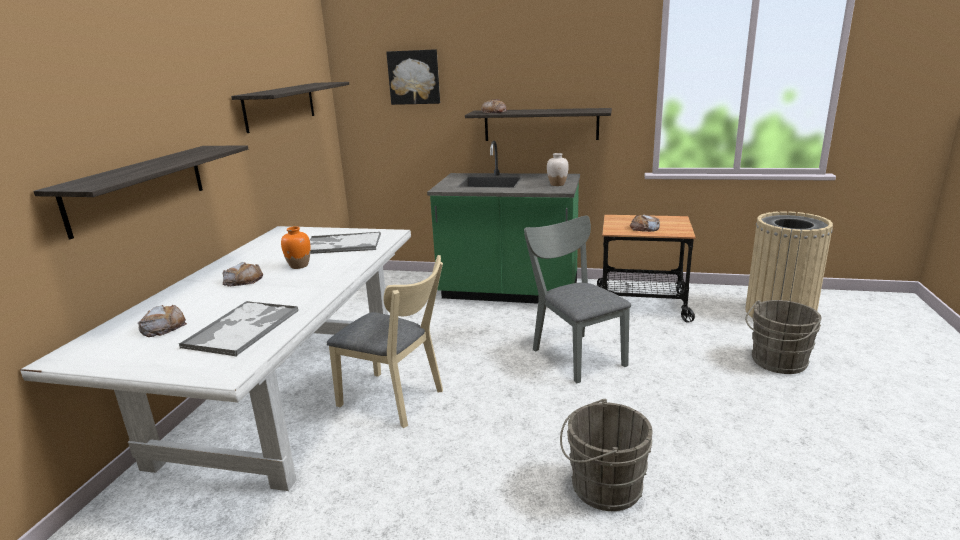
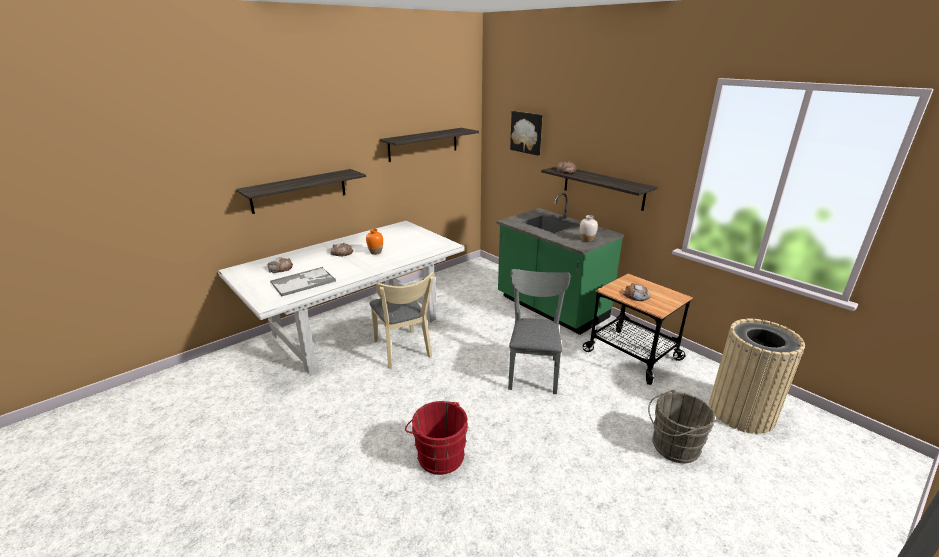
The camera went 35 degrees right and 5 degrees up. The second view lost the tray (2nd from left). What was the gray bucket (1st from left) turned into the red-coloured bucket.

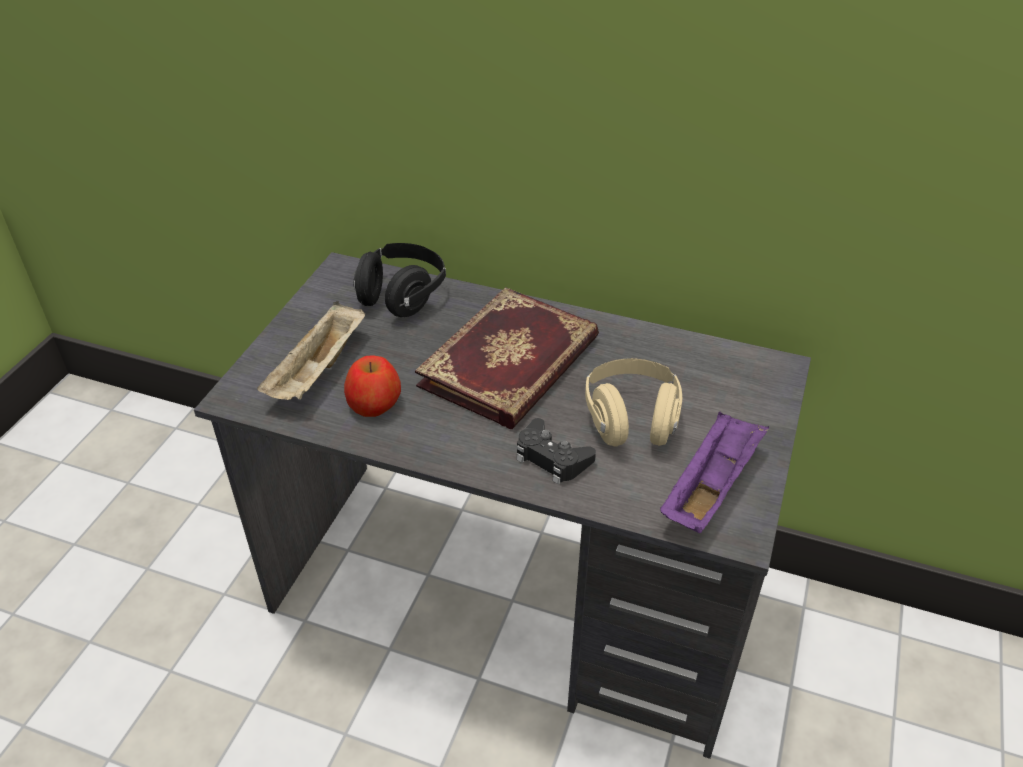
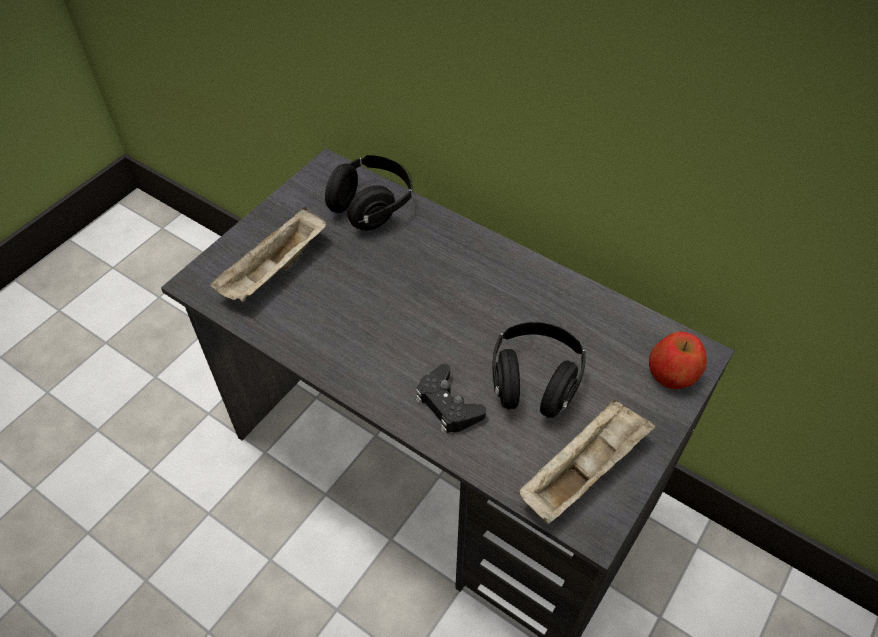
The camera went 15 degrees right and 10 degrees up. The apple ended up elsewhere. The second view lost the book. What was the beige headphones turned into the black headphones (2nd from left). What was the purple-coloured tray turned into the beige tray (2nd from left).

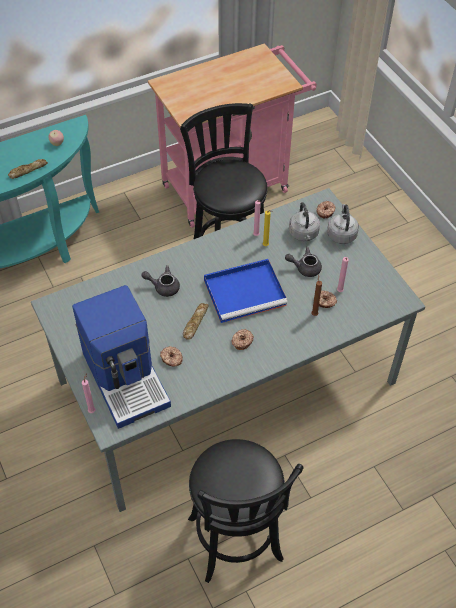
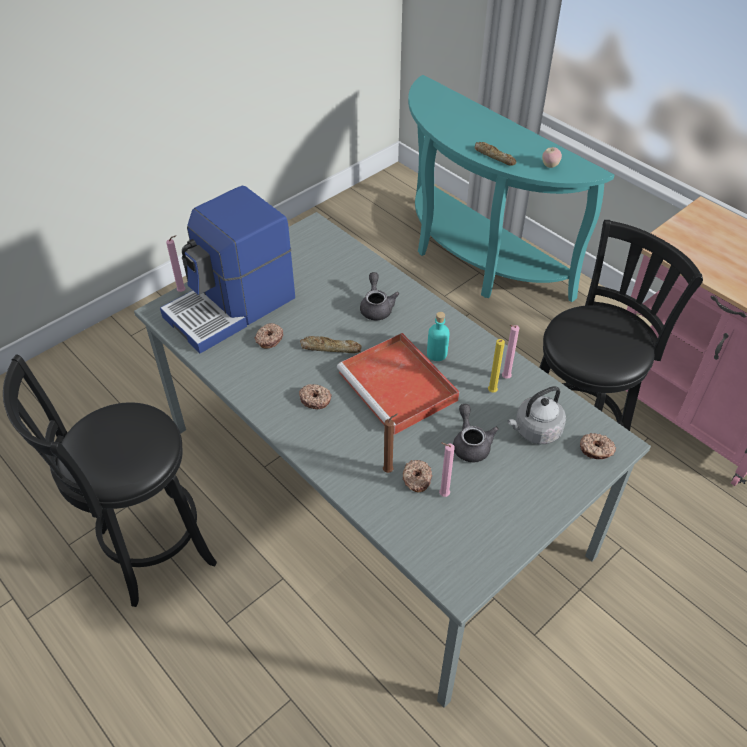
The camera went 75 degrees right and 5 degrees down. What was the blue-coloured tray turned into the red-coloured tray. The second view lost the gray water kettle (2nd from left). The second view gained the blue-green bottle.

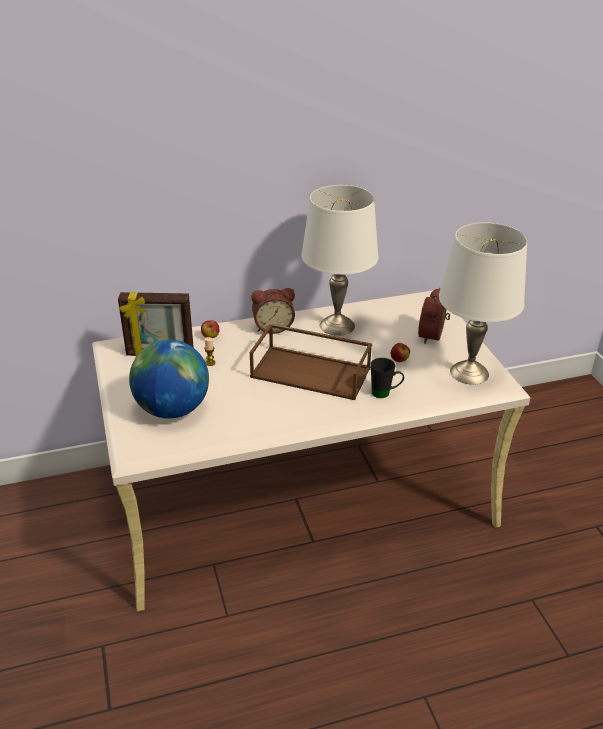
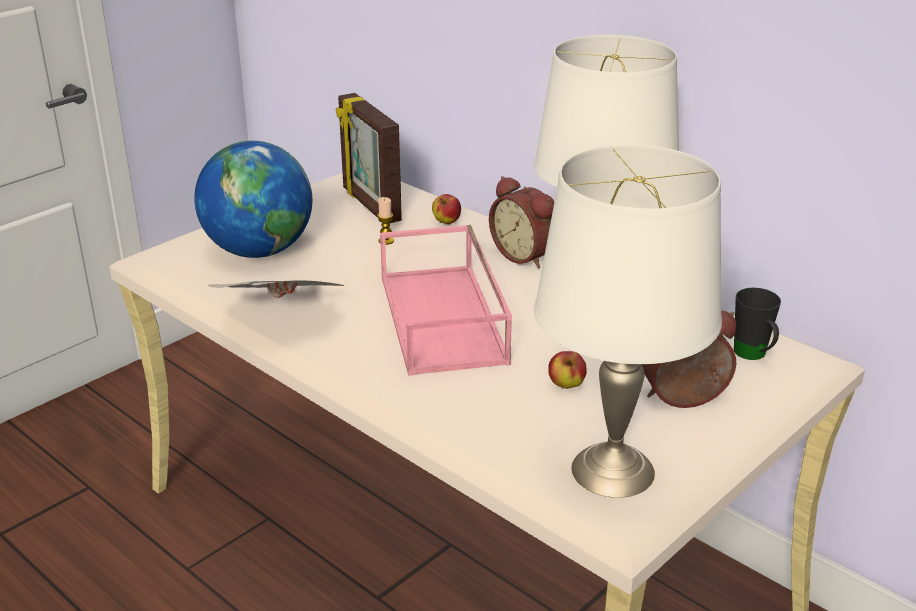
The camera went 60 degrees right and 5 degrees down. What was the brownish tray turned into the pink-coloured tray. The black tea mug ended up elsewhere. The second view gained the daily paper.

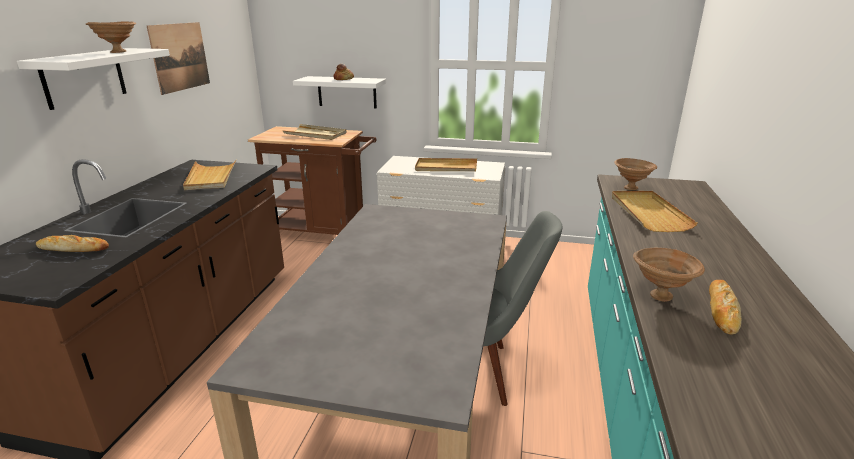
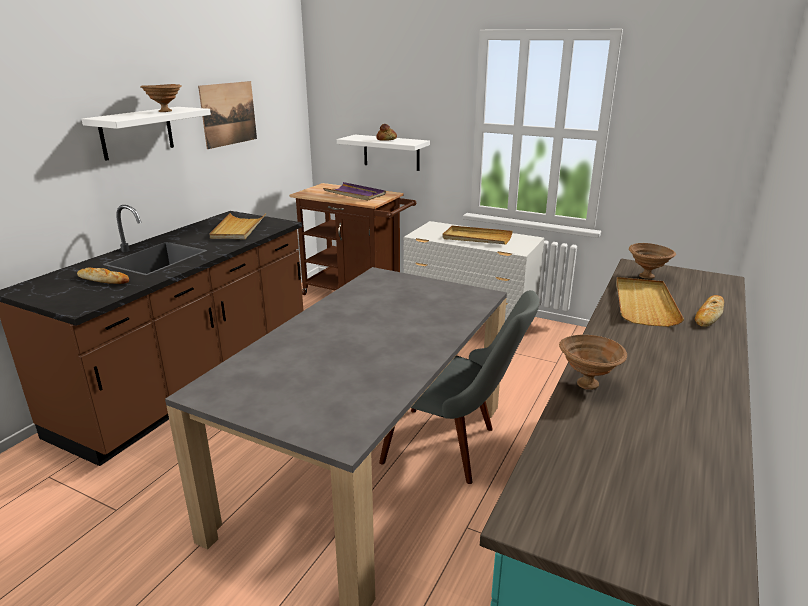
The camera went 15 degrees right and 0 degrees up. What was the beige tray (2nd from left) turned into the purple-coloured tray. The bakery bread (3rd from left) ended up elsewhere.

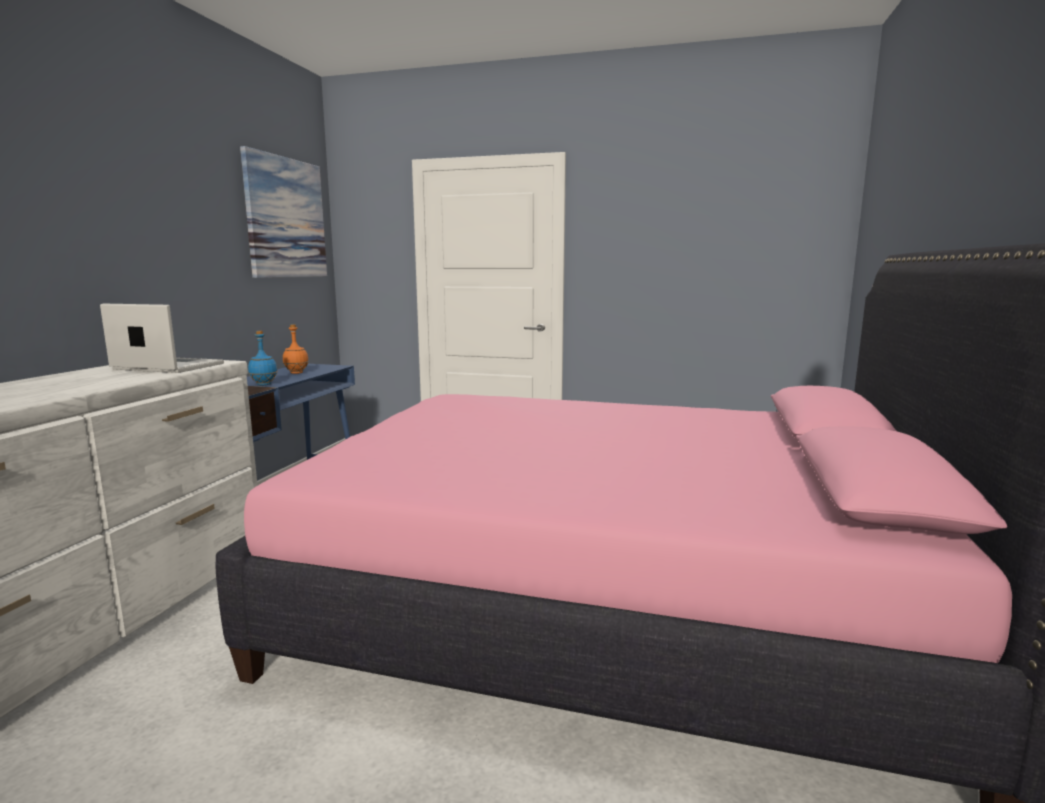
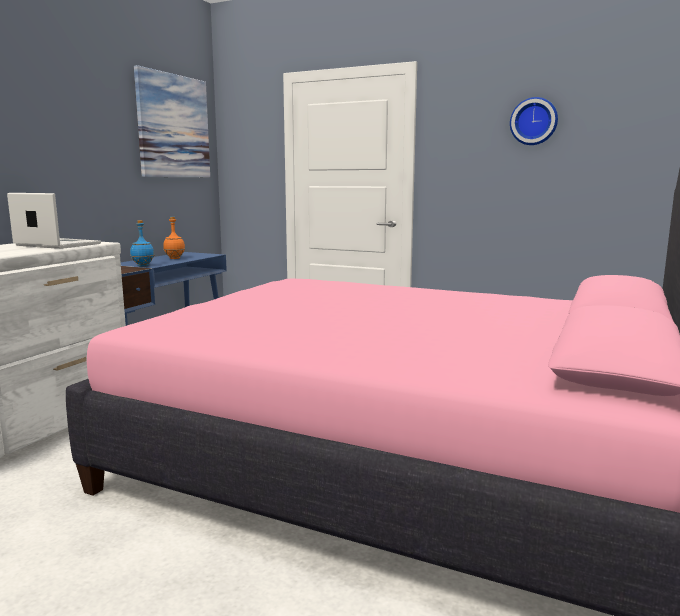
The camera went 10 degrees right and 0 degrees up. The second view gained the clock on the wall.

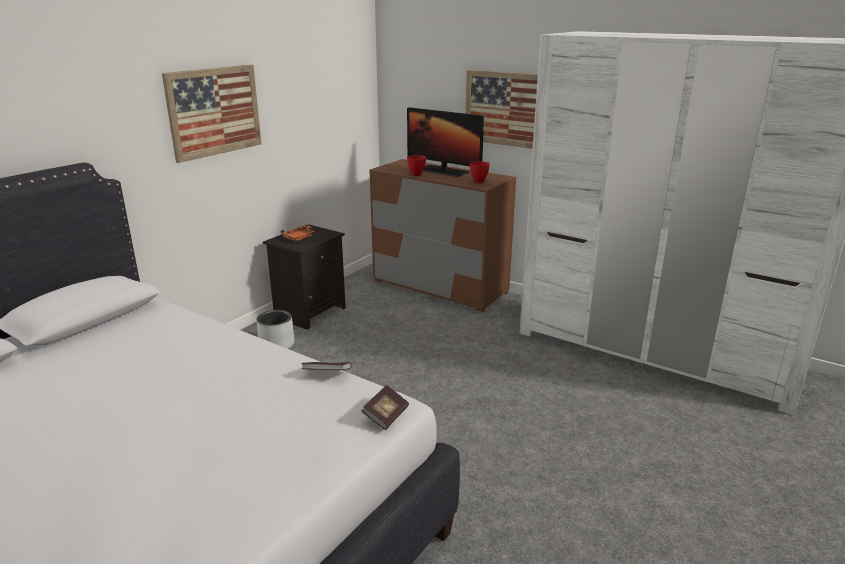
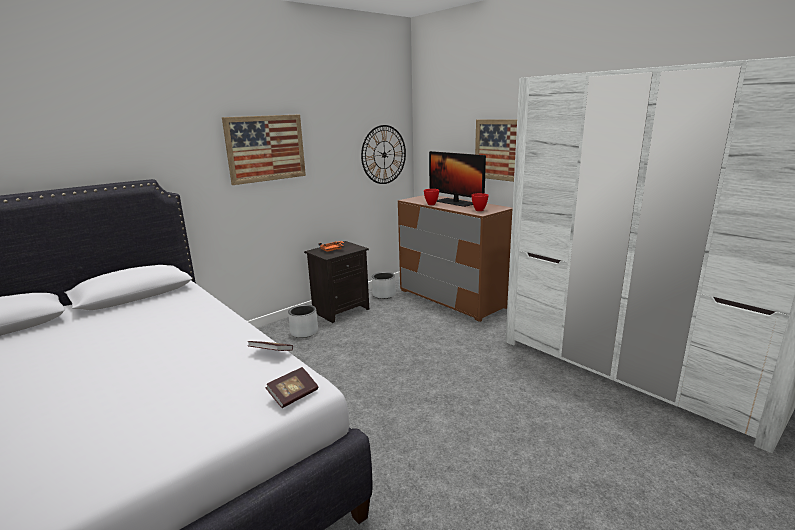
The camera went 15 degrees right and 5 degrees down. The second view gained the clock on the wall. The second view gained the gray flower pot (2nd from left).

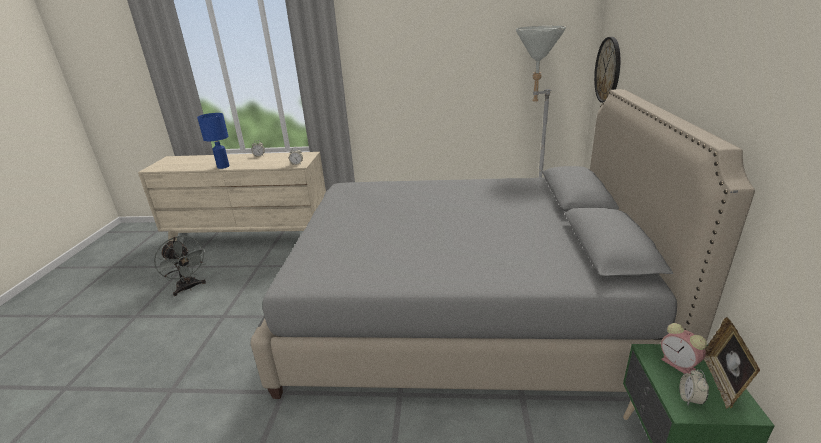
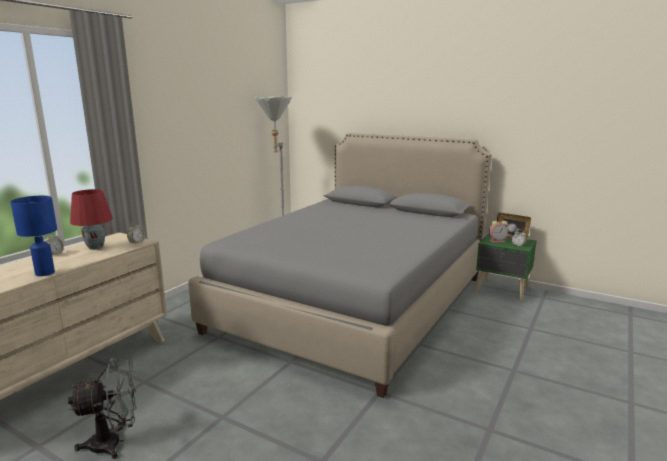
The camera went 65 degrees left and 10 degrees down. The second view lost the clock on the wall. The second view gained the red-coloured tabletop lamp.

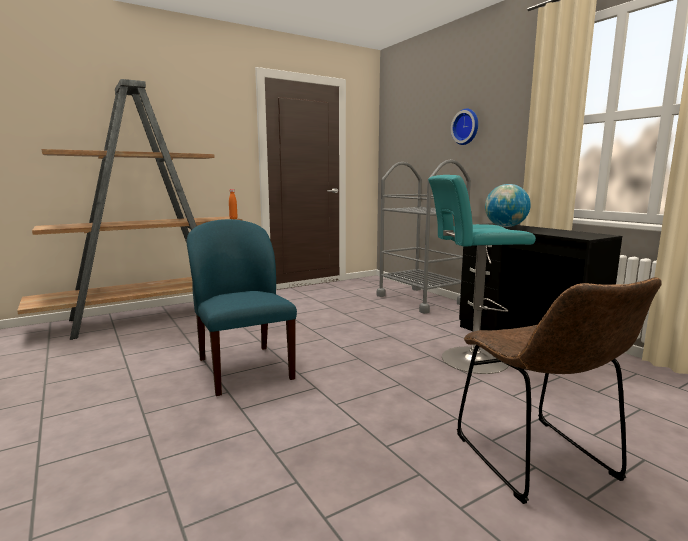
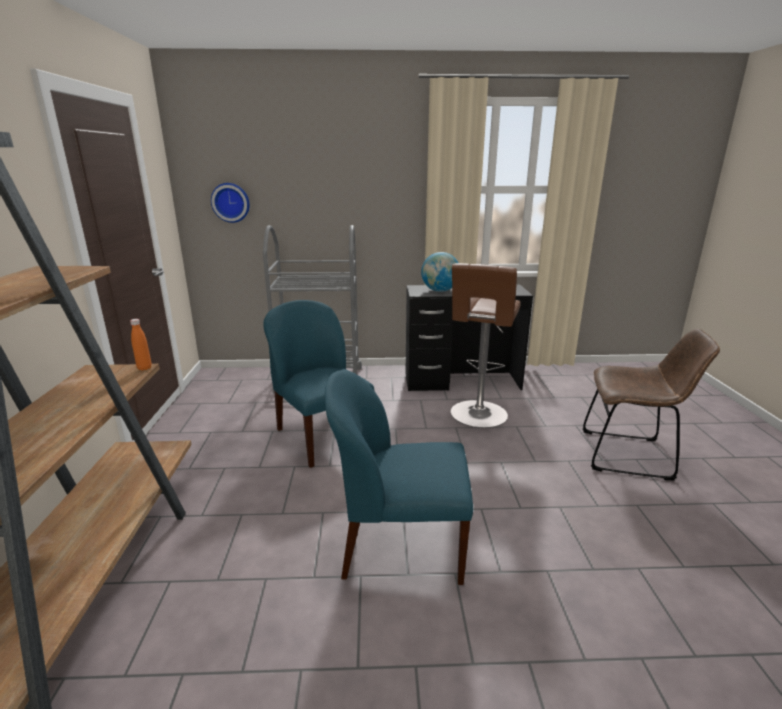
The camera went 60 degrees left and 10 degrees up. What was the blue-green sitting stool turned into the brownish sitting stool. The clock on the wall ended up elsewhere. The second view gained the blue-coloured upright chair (1st from left).

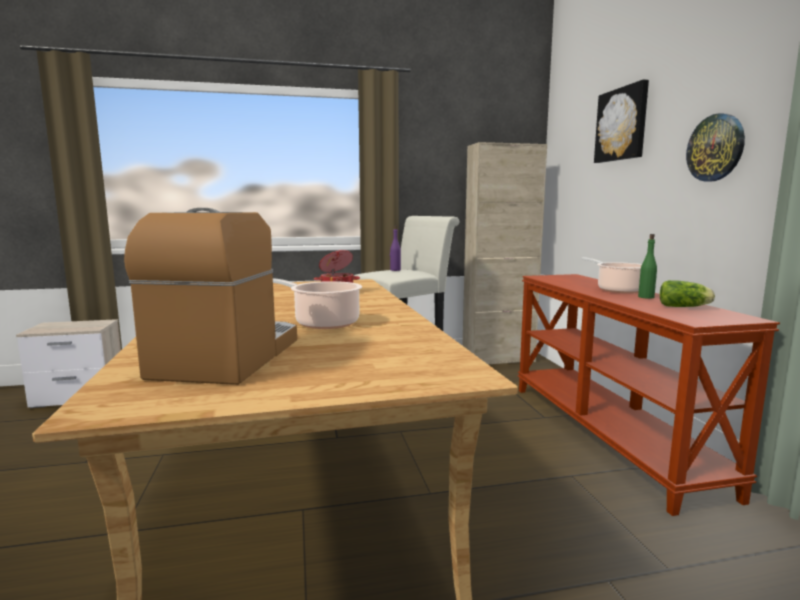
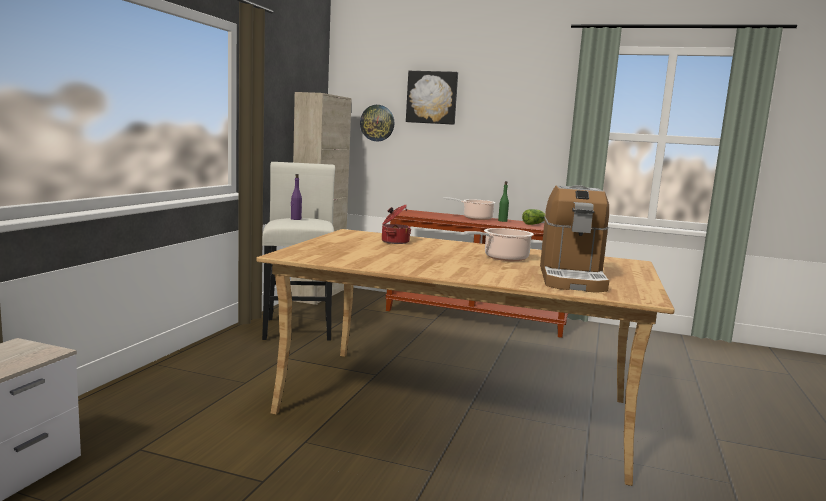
The camera went 60 degrees left and 0 degrees up. The coffee brewer ended up facing another way, 120 degrees counterclockwise from before. The clock on the wall ended up elsewhere.

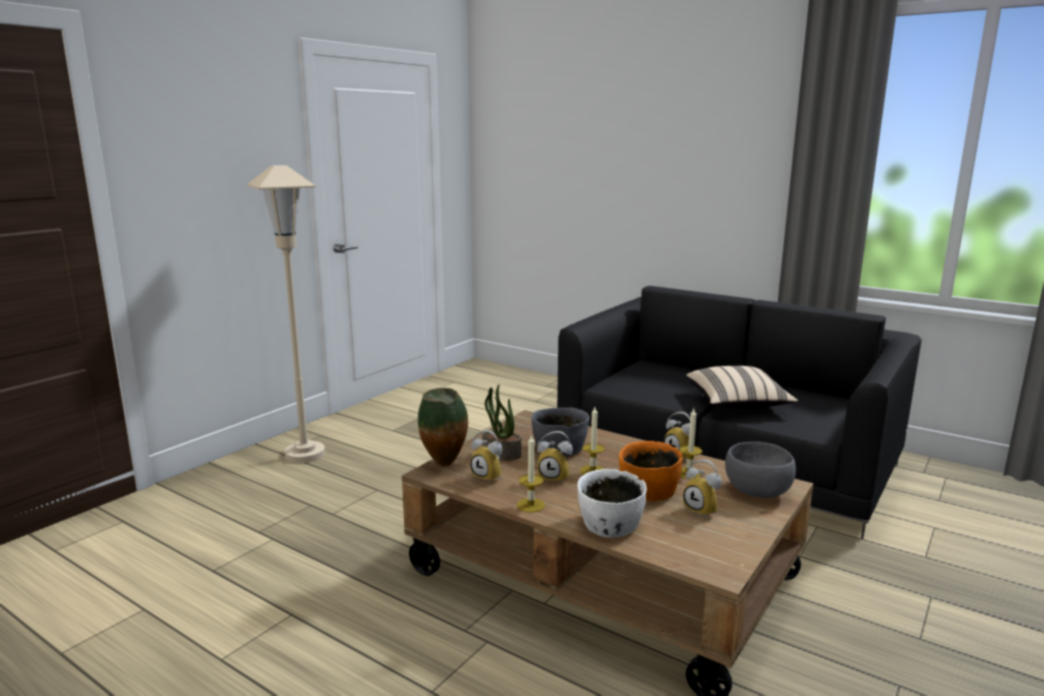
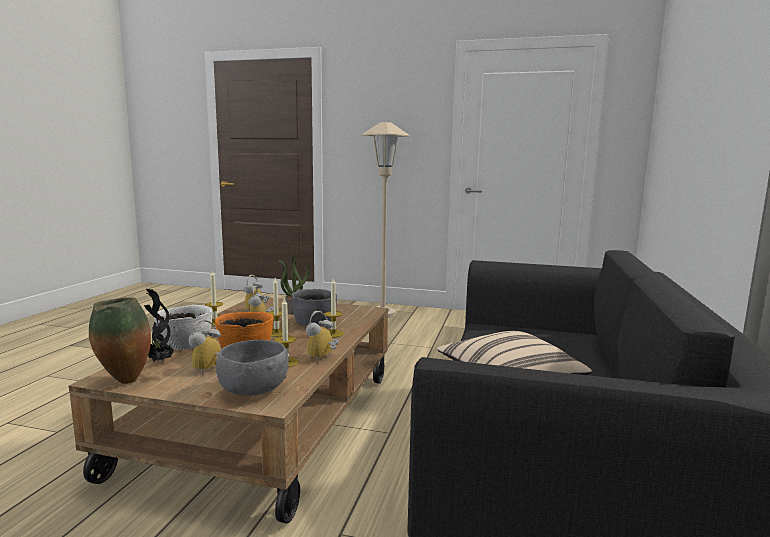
The camera went 70 degrees right and 5 degrees down. The vase ended up elsewhere. The second view gained the potted plant (1st from left). The second view gained the wax candle (4th from left).

